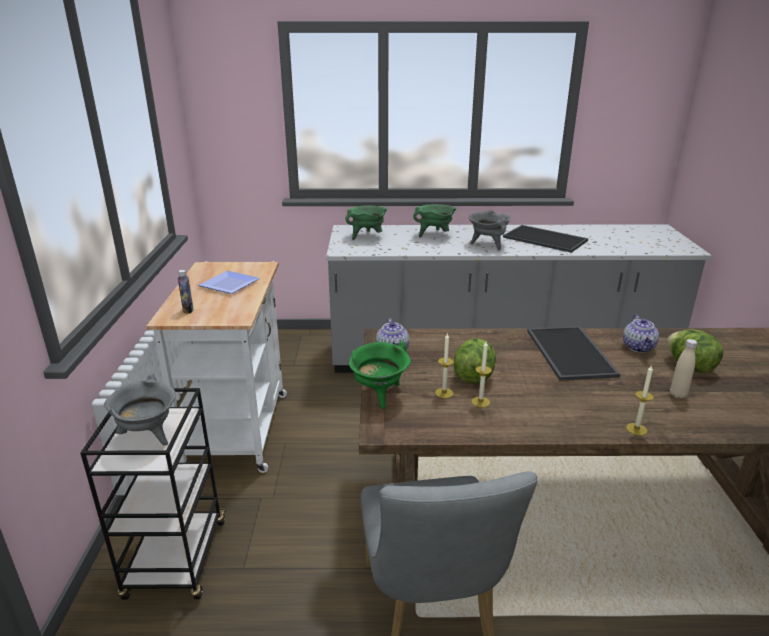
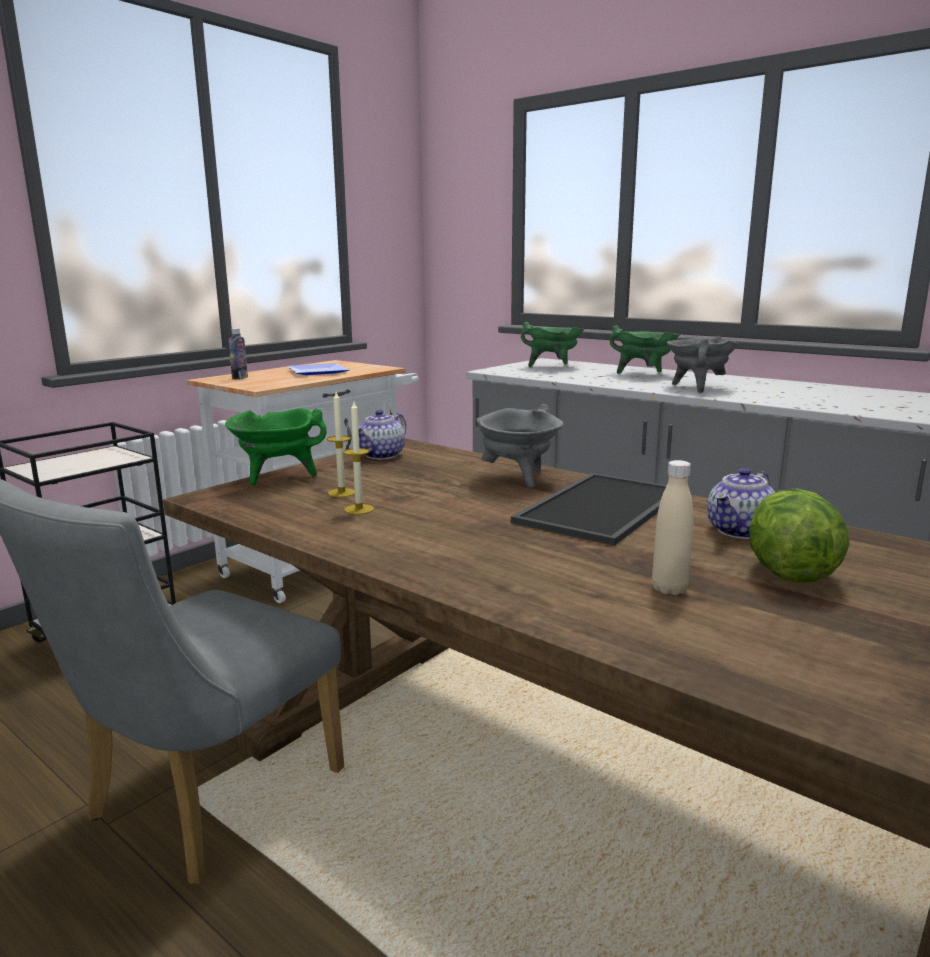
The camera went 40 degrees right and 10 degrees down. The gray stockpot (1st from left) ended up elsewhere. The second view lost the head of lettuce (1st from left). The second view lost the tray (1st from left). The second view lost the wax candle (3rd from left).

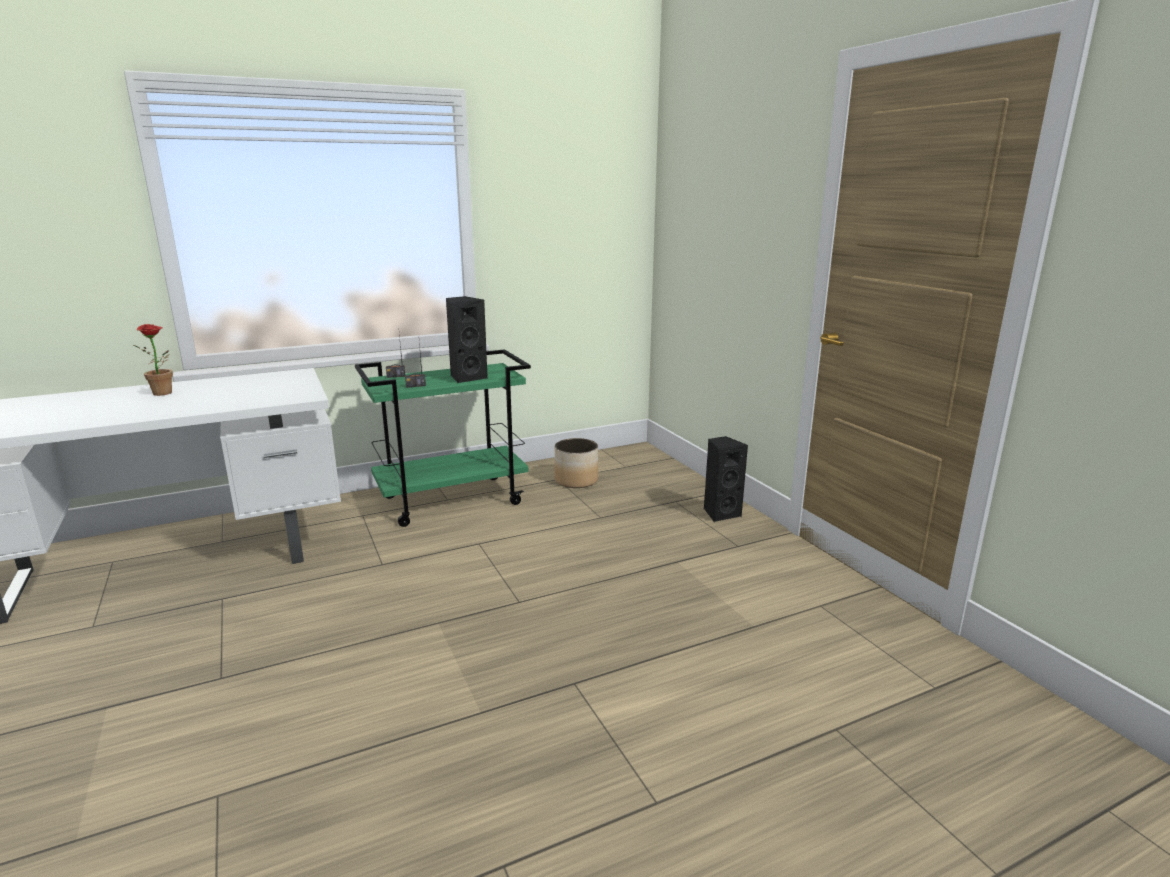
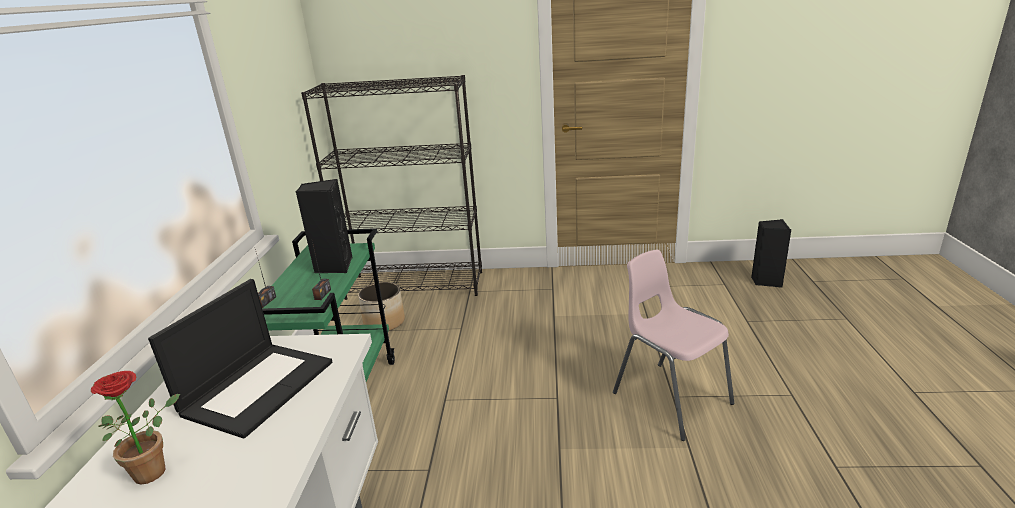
The camera went 60 degrees left and 5 degrees up. The black speaker (2nd from left) ended up elsewhere. The second view gained the laptop. The second view gained the black bookshelf. The second view gained the pink-coloured upright chair.

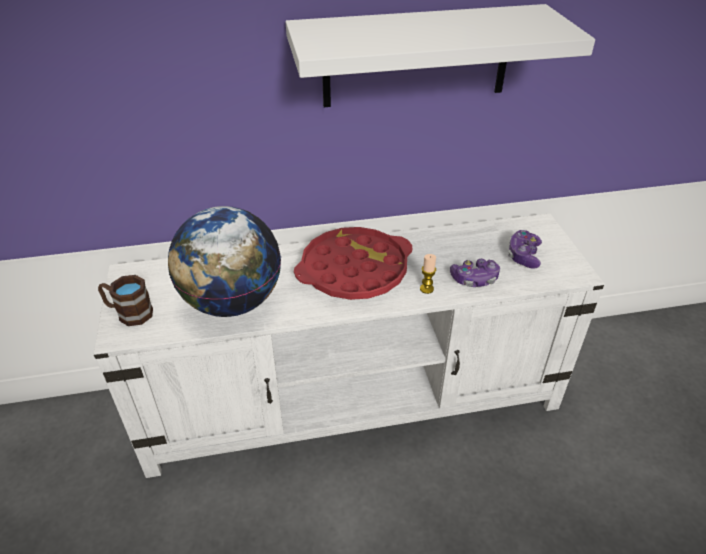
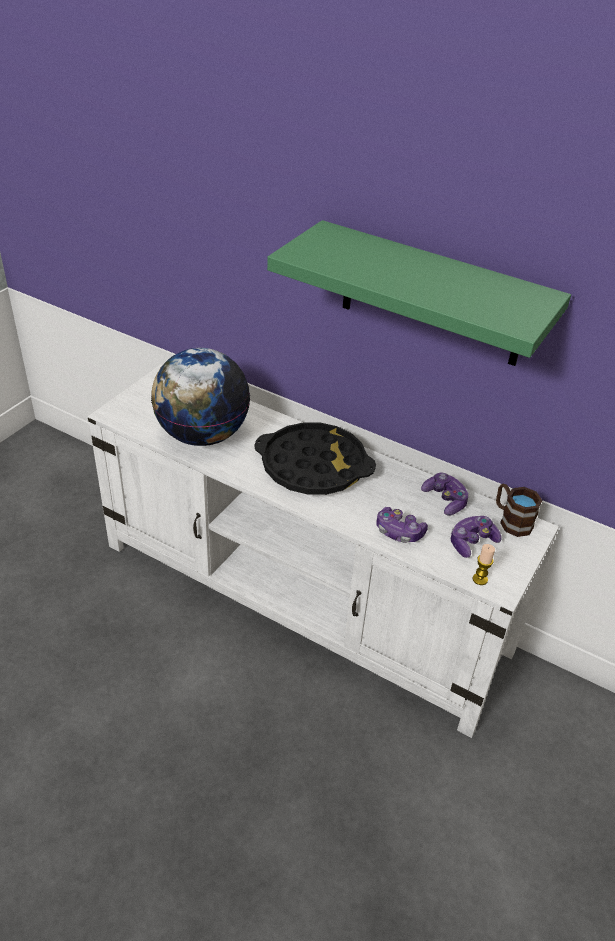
The camera went 40 degrees right and 0 degrees up. The brownish tea mug ended up elsewhere. What was the white bracket shelf turned into the green-coloured bracket shelf. What was the red-coloured tray turned into the black tray. The wax candle ended up elsewhere. The second view gained the game controller (2nd from left).

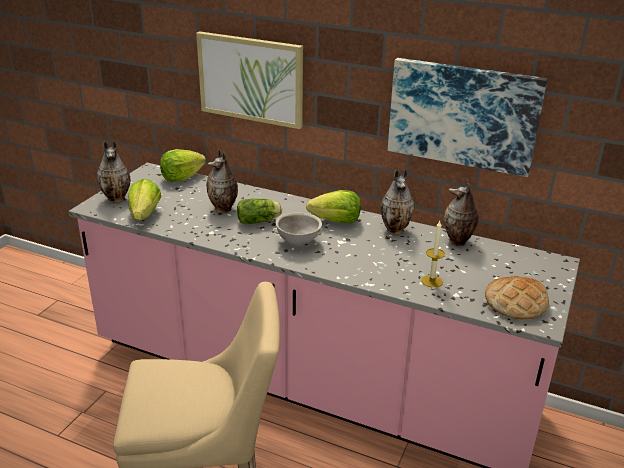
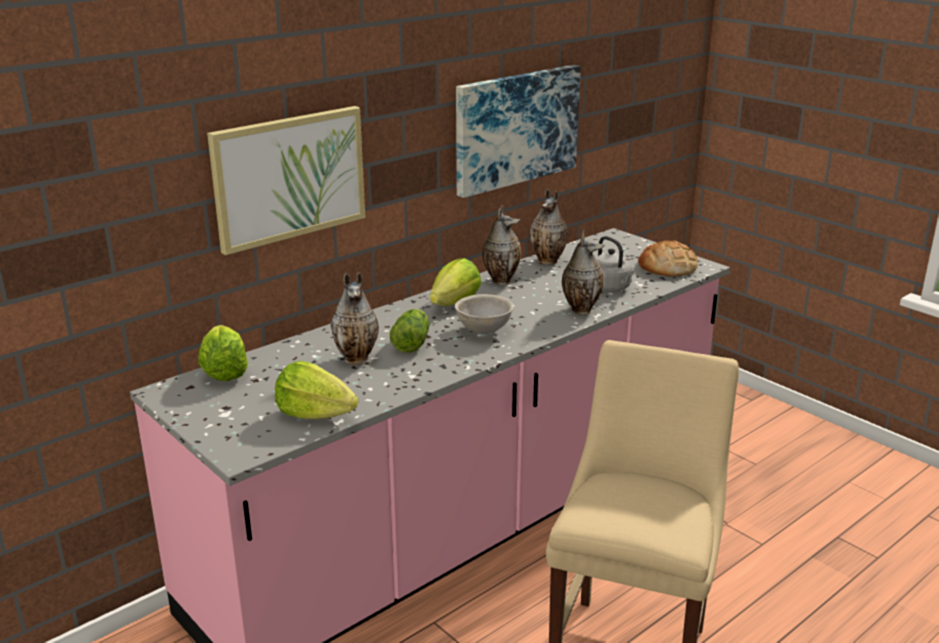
The camera went 65 degrees left and 5 degrees down. The vase (1st from left in the first image) ended up elsewhere. Where the wax candle stood, the gray water kettle came to stand.

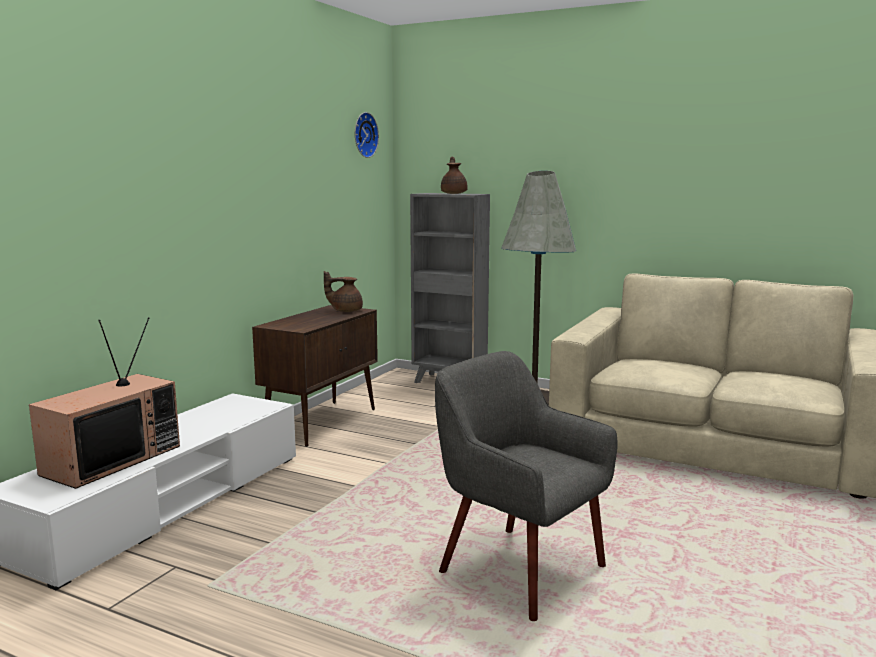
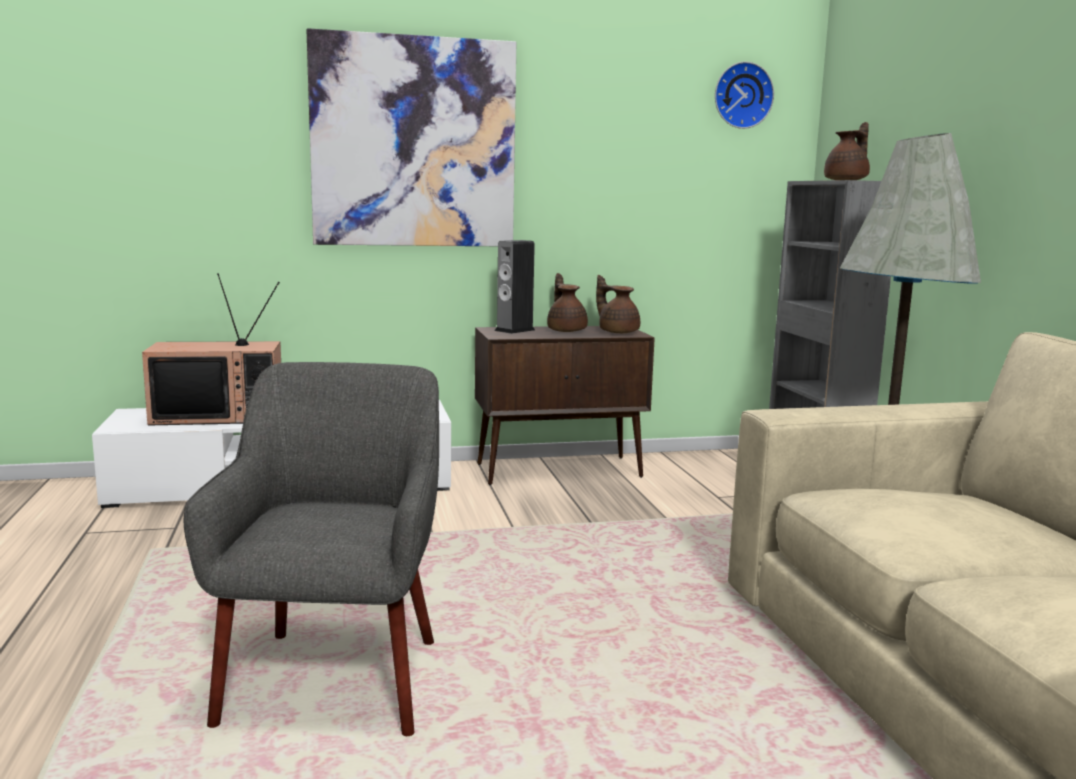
The camera went 50 degrees right and 0 degrees up. The second view gained the wall art. The second view gained the speaker. The second view gained the brownish teapot (1st from left).

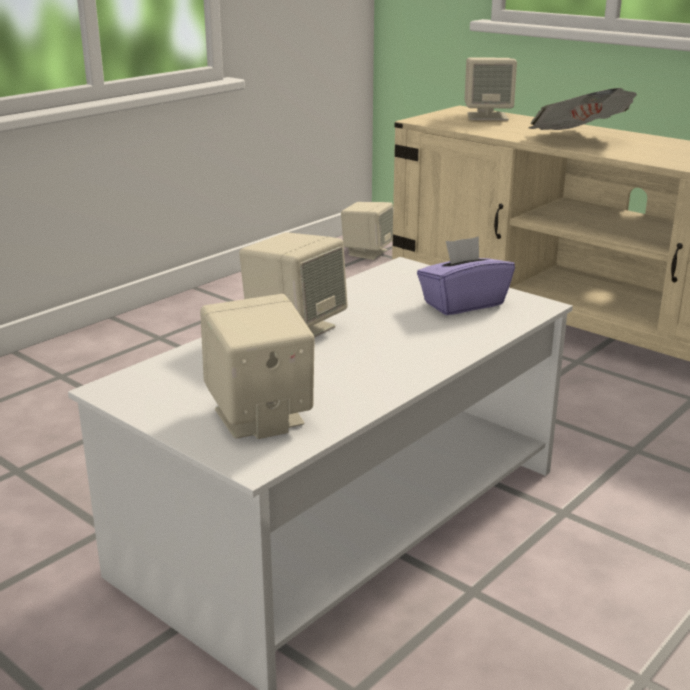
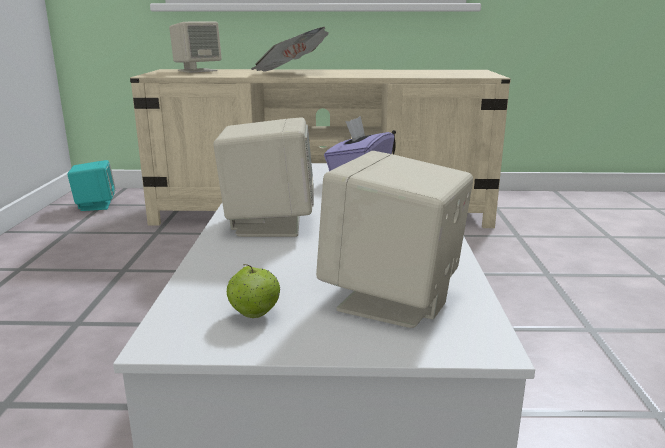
The camera went 40 degrees left and 5 degrees down. What was the beige speaker (3rd from left) turned into the blue-green speaker. The second view gained the apple.

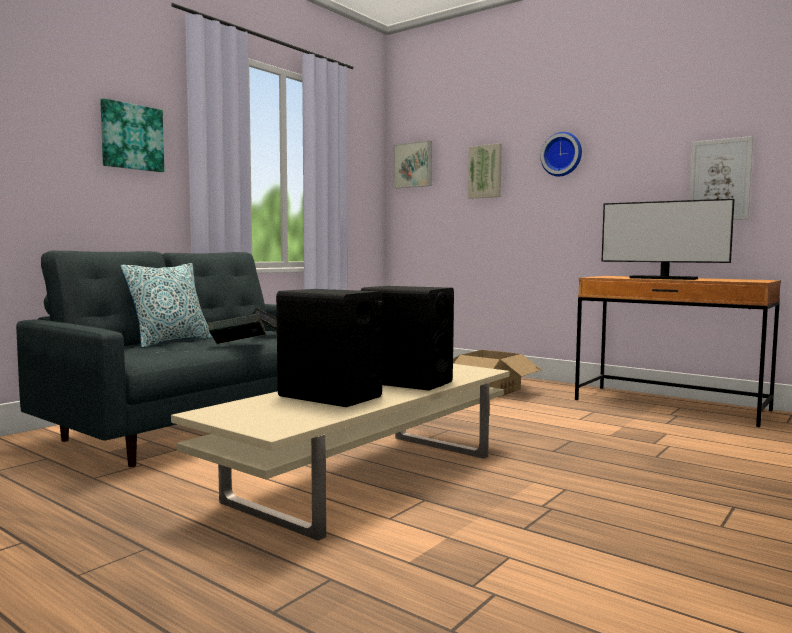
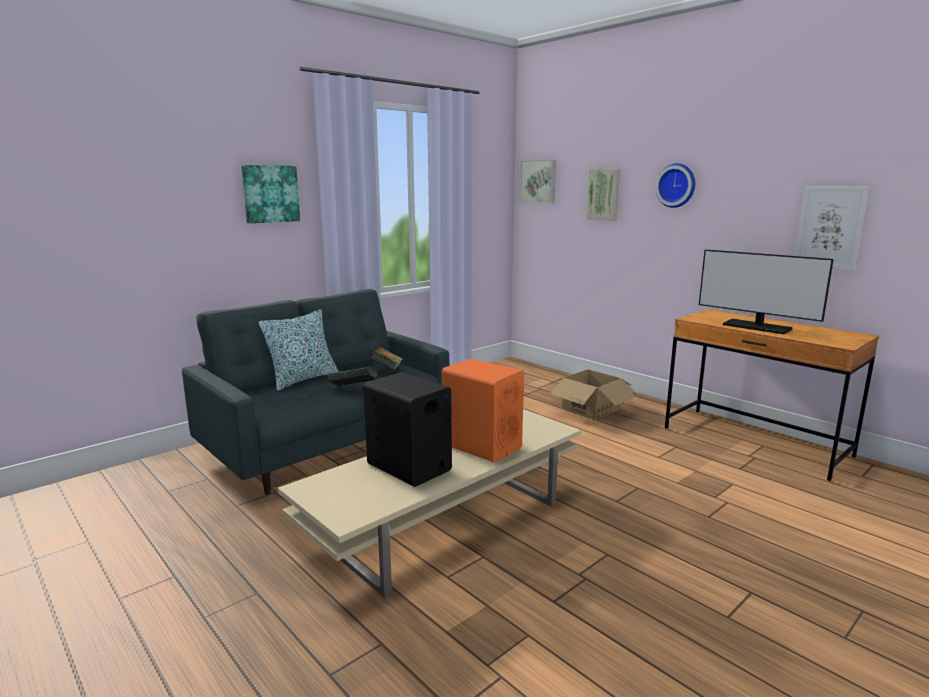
The camera went 10 degrees right and 10 degrees up. What was the black speaker (2nd from left) turned into the orange-coloured speaker.

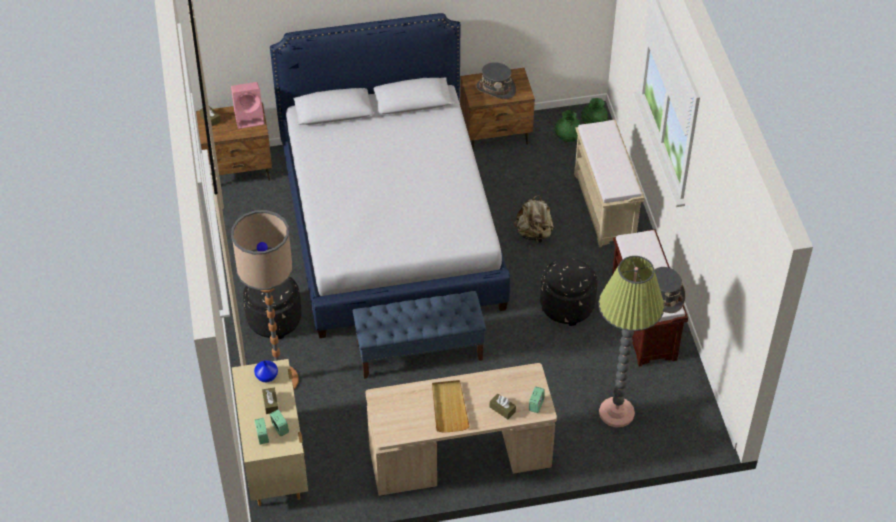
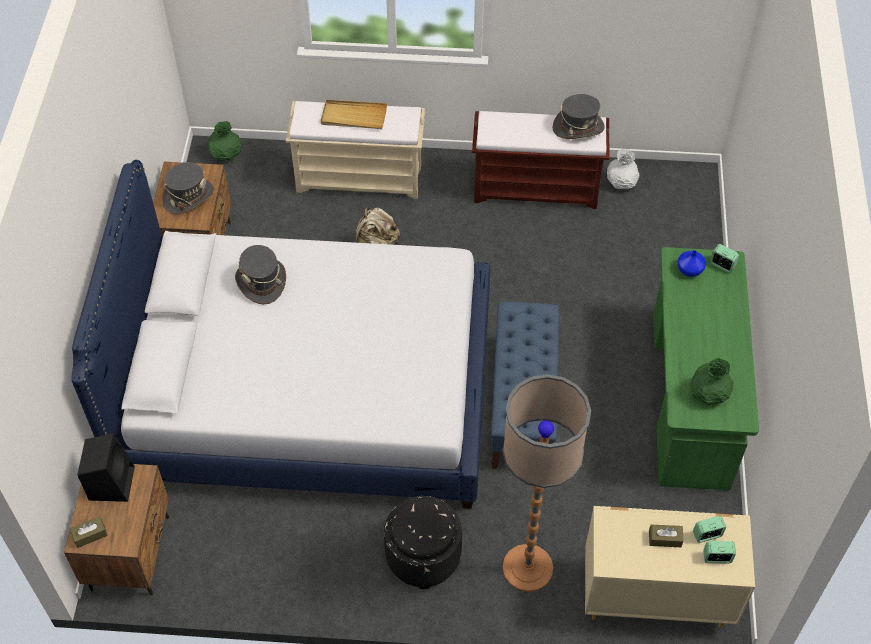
The camera went 75 degrees left and 5 degrees up. What was the pink-coloured speaker turned into the black speaker. The blue-coloured vase ended up elsewhere. What was the beige desk turned into the green-coloured desk. The beige tray ended up elsewhere. The second view lost the brownish tissue box (3rd from left). The second view lost the black pouffe (2nd from left). The green-coloured vase (1st from left in the first image) ended up elsewhere. The second view lost the floor lamp (2nd from left). The second view gained the gray wearable hat (2nd from left). The second view gained the white vase.

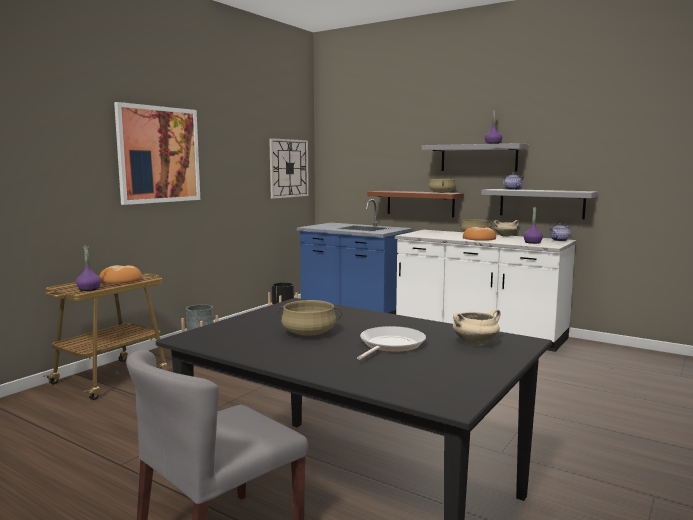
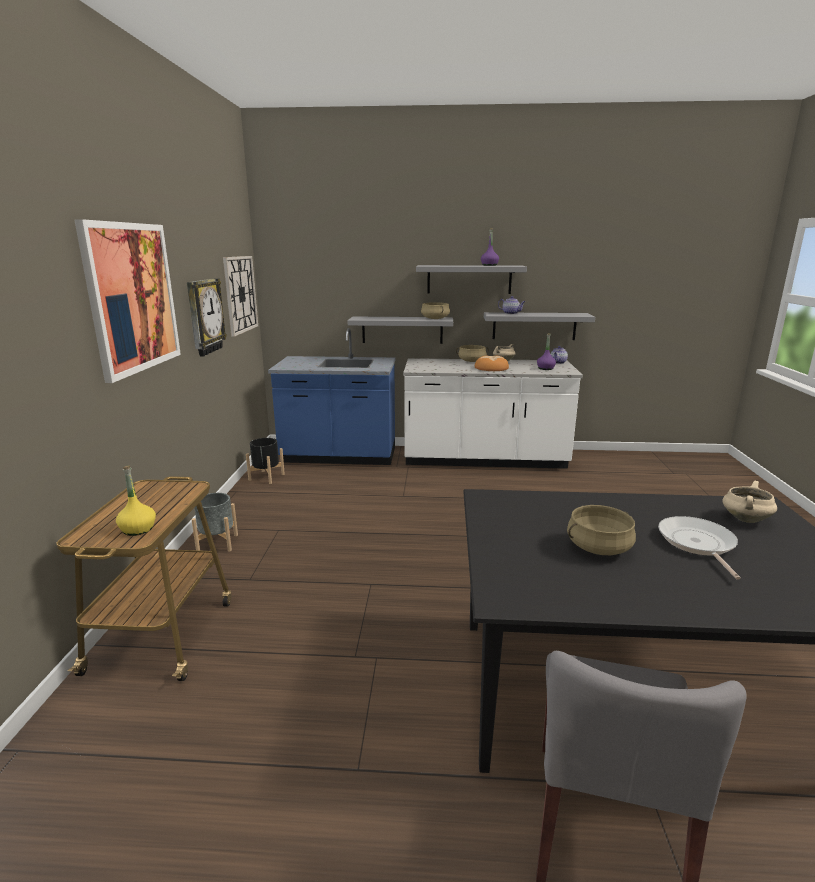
The camera went 30 degrees left and 10 degrees up. What was the purple-coloured bottle (1st from left) turned into the yellow bottle. The second view lost the bakery bread (1st from left). What was the brownish bracket shelf turned into the gray bracket shelf (1st from left). The second view gained the clock on the wall (1st from left).

